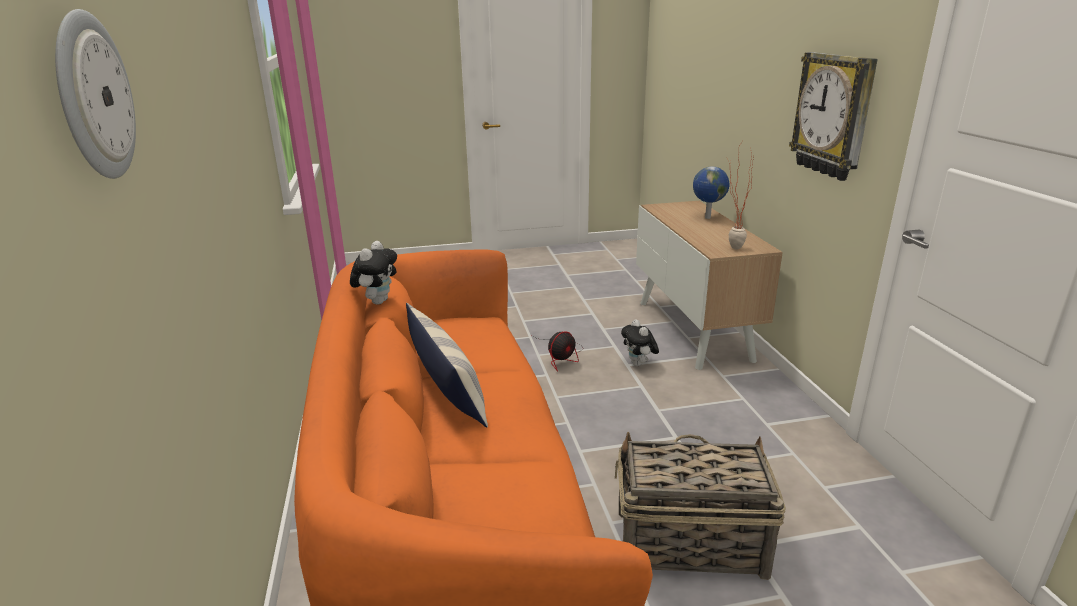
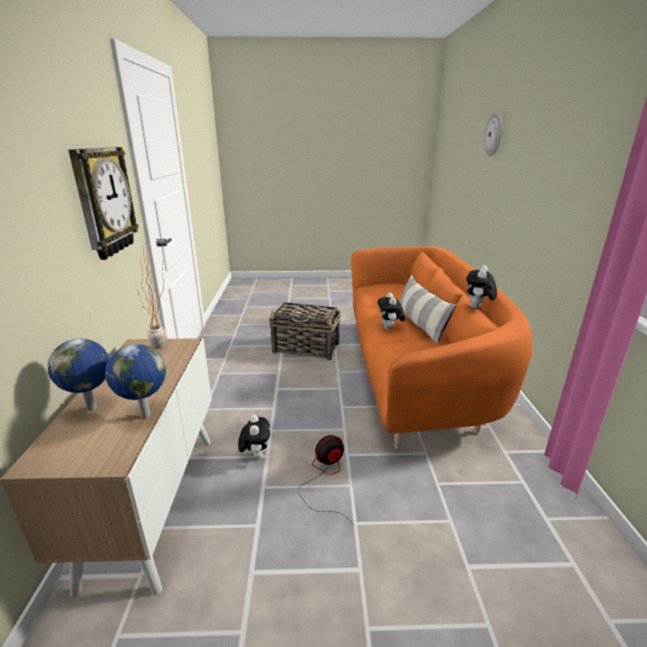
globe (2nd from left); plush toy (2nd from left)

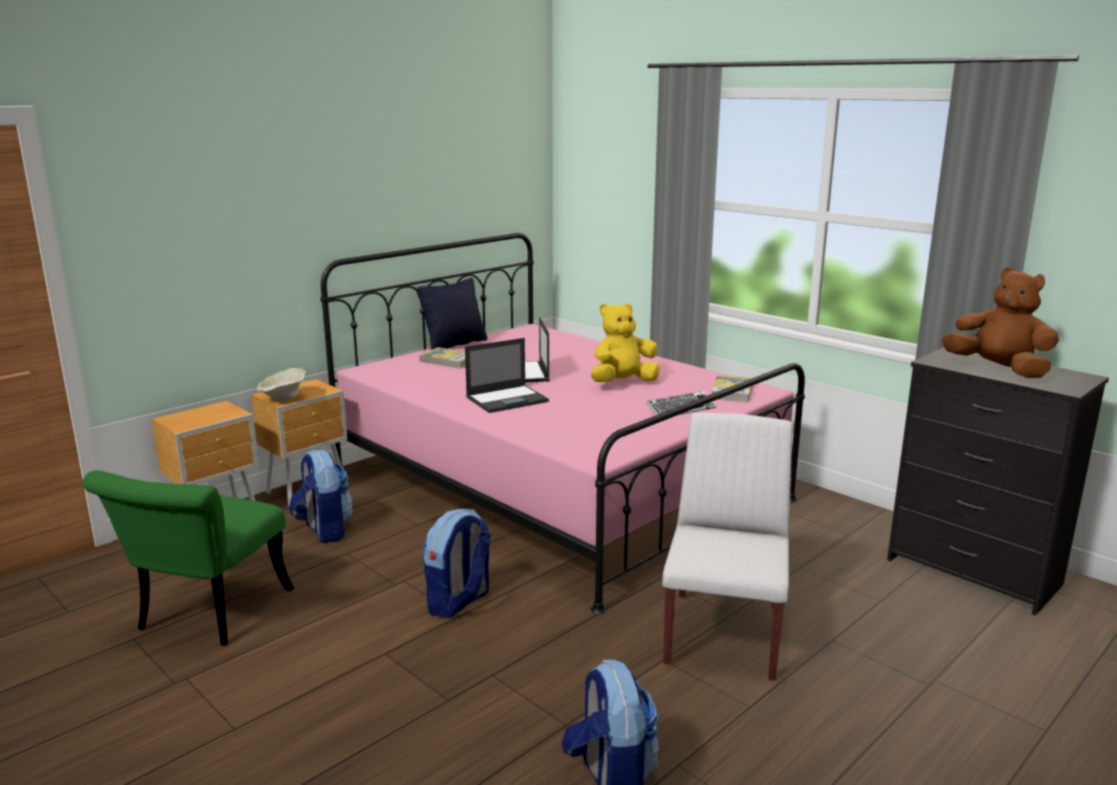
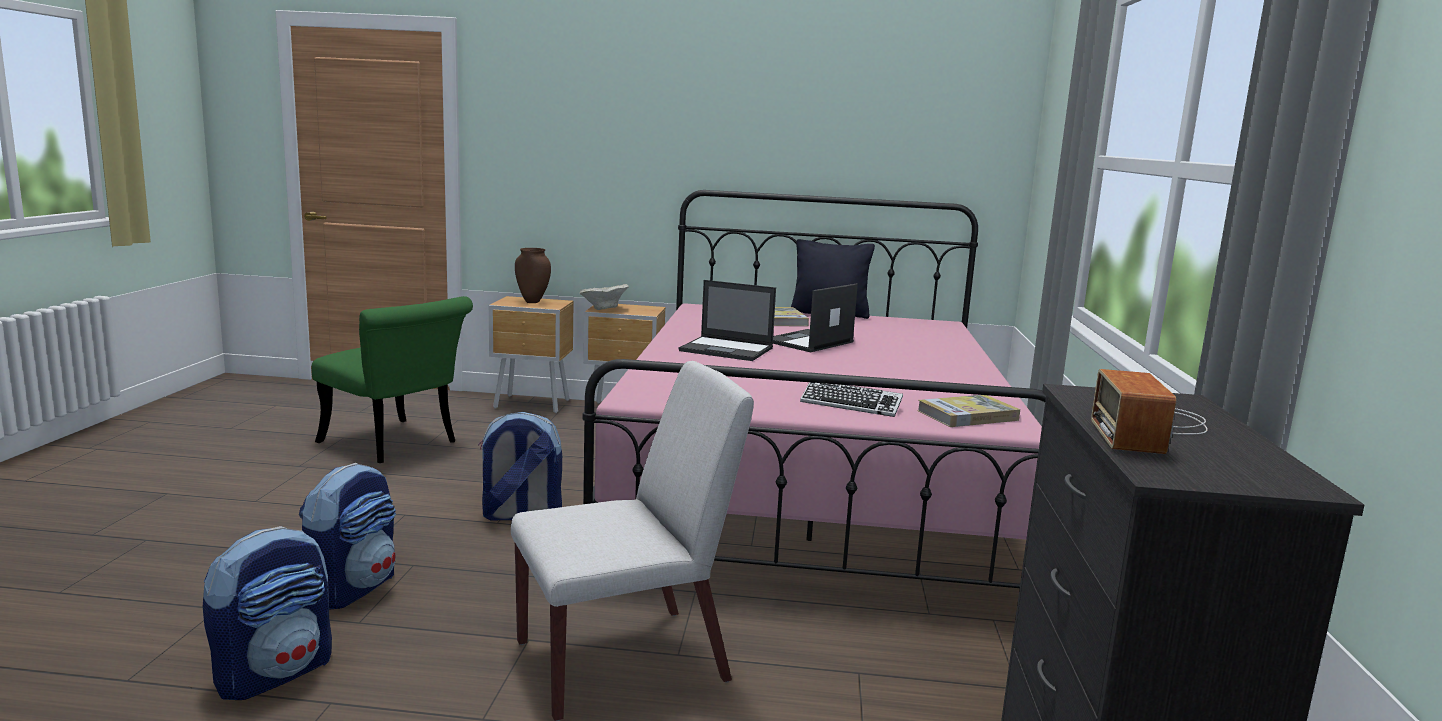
chair (green); backpack (2nd from left); plush toy (yellow); radio; vase (brown)

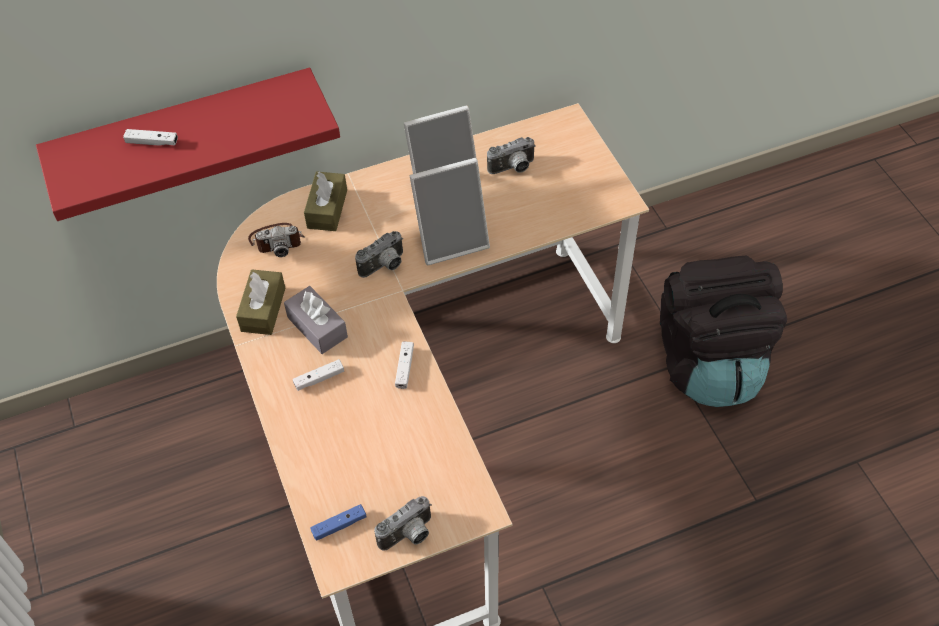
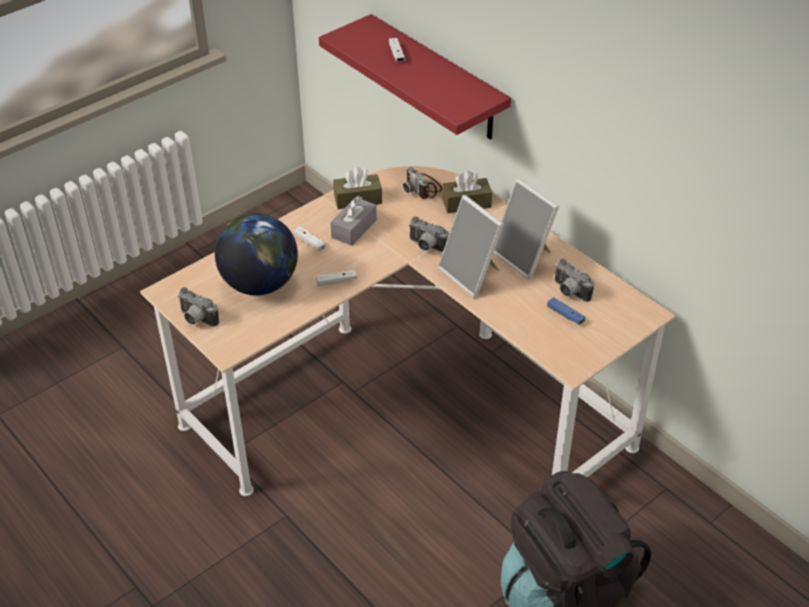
game controller (blue); globe

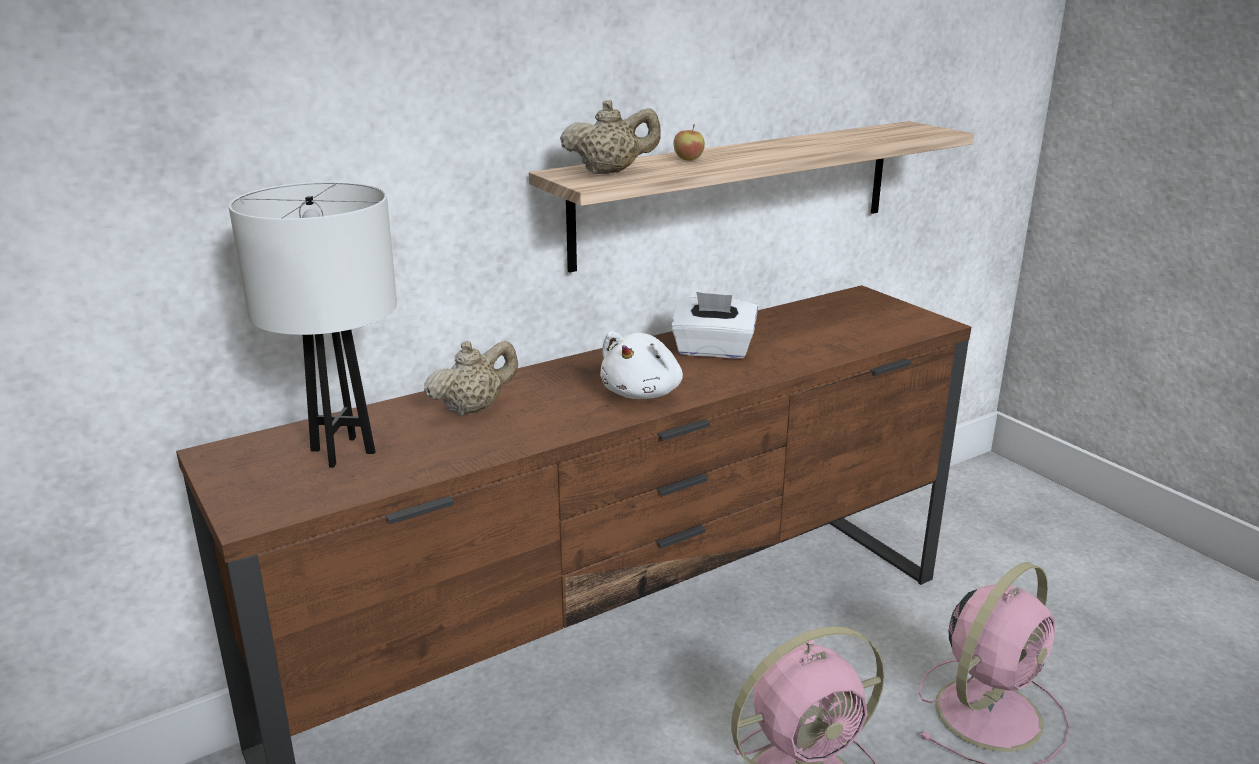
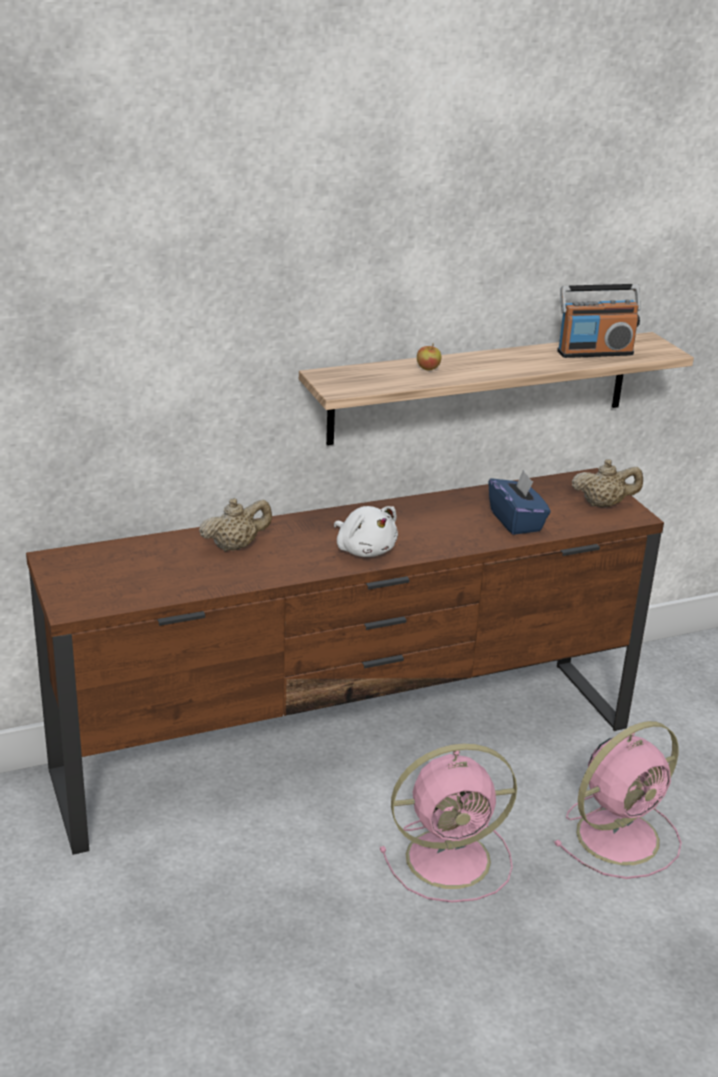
table lamp (white); teapot (beige) (2nd from left); plush toy (white); tissue box (white); tissue box (blue); radio

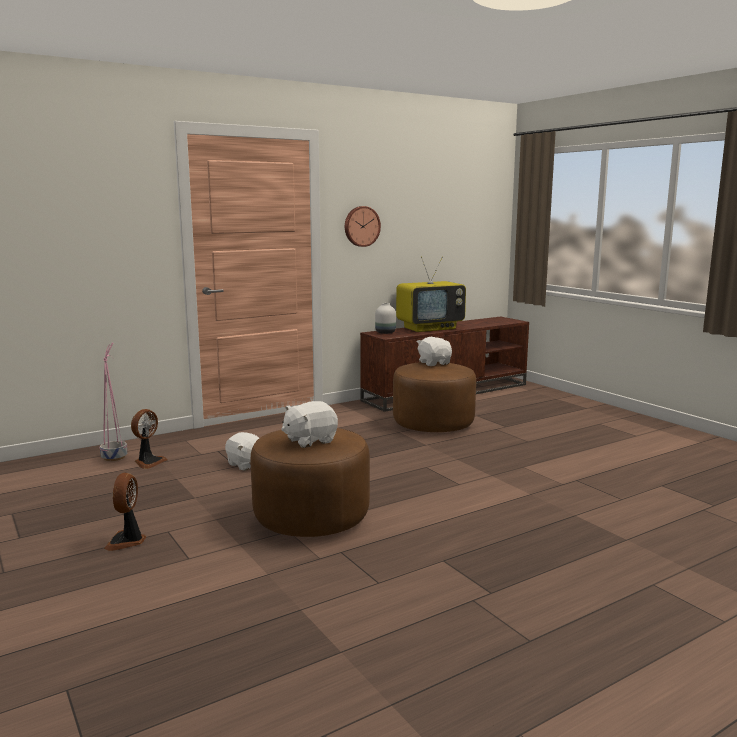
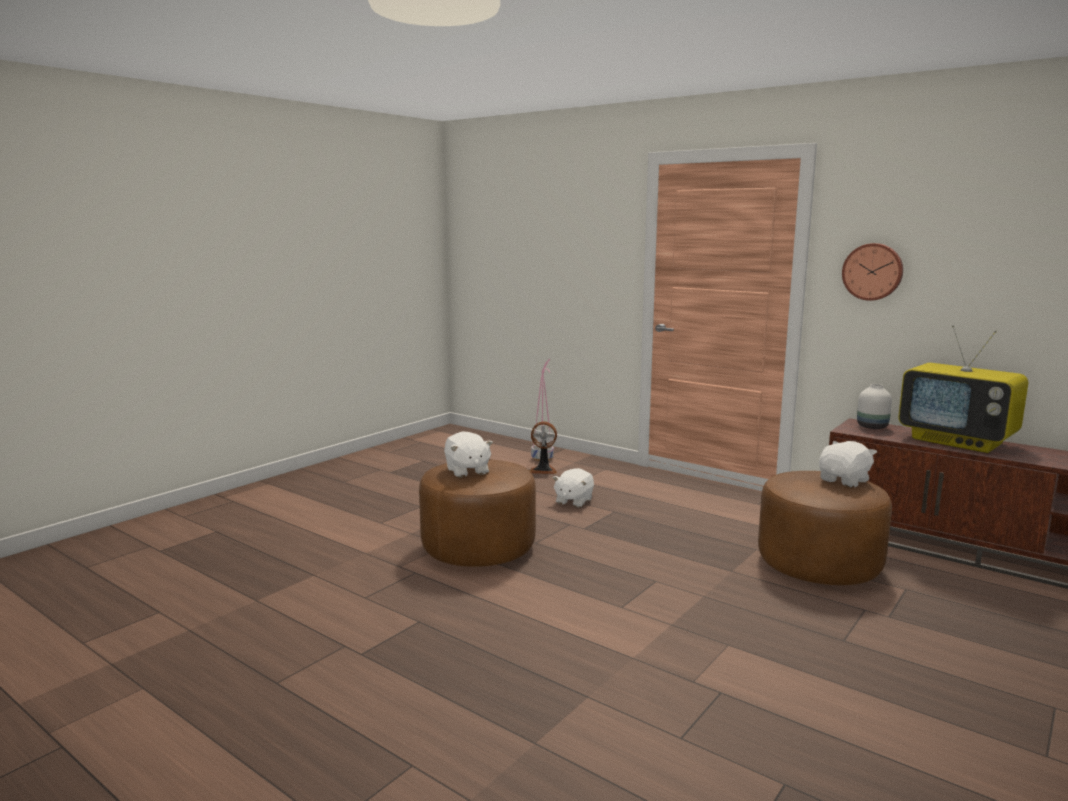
fan (1st from left in the first image); plush toy (white) (1st from left)

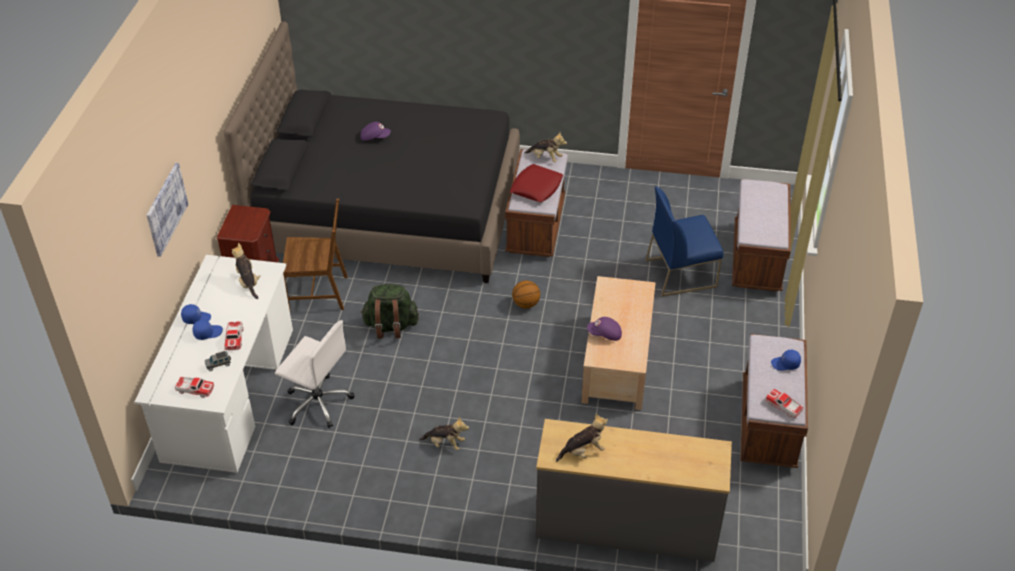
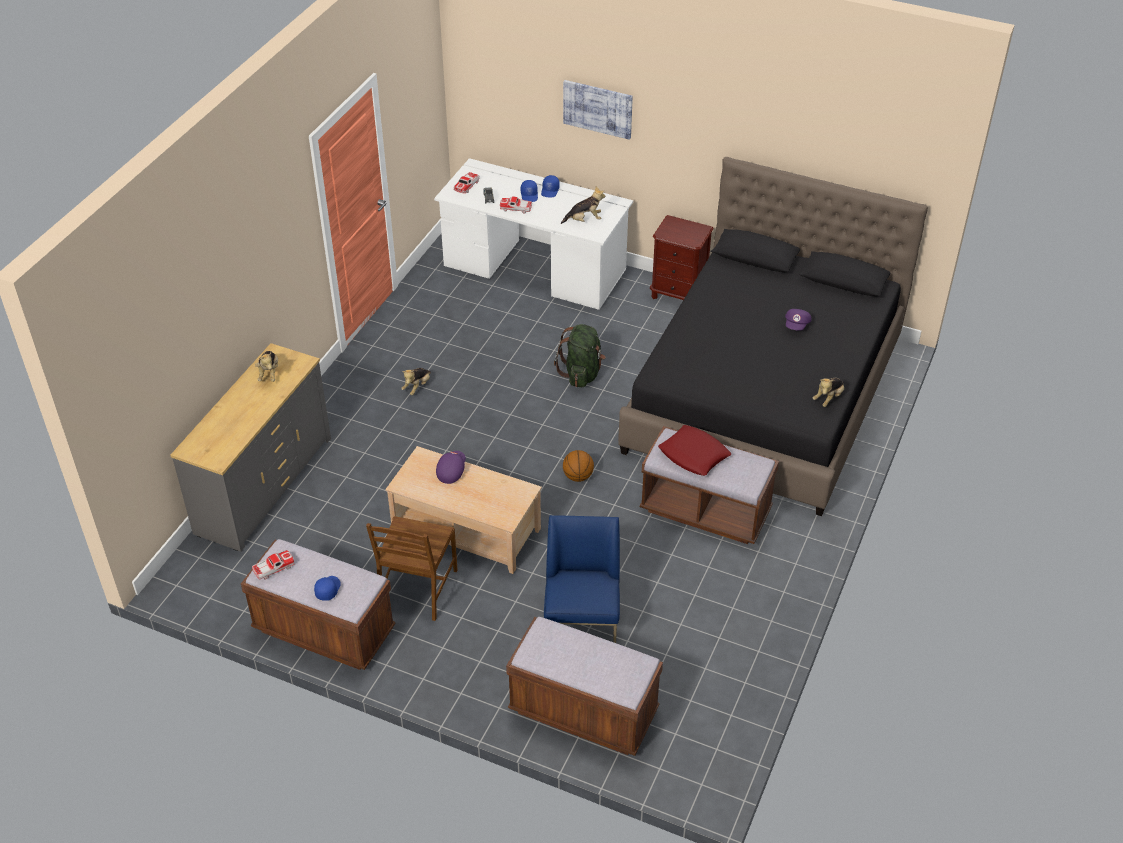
office chair (white); chair (brown); plush toy (4th from left)

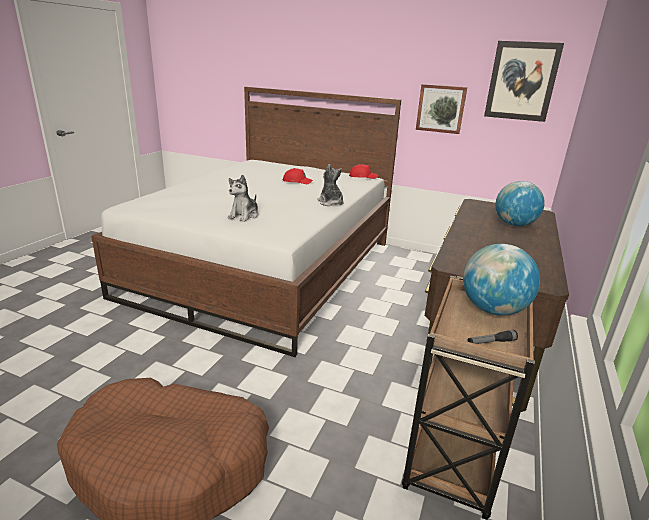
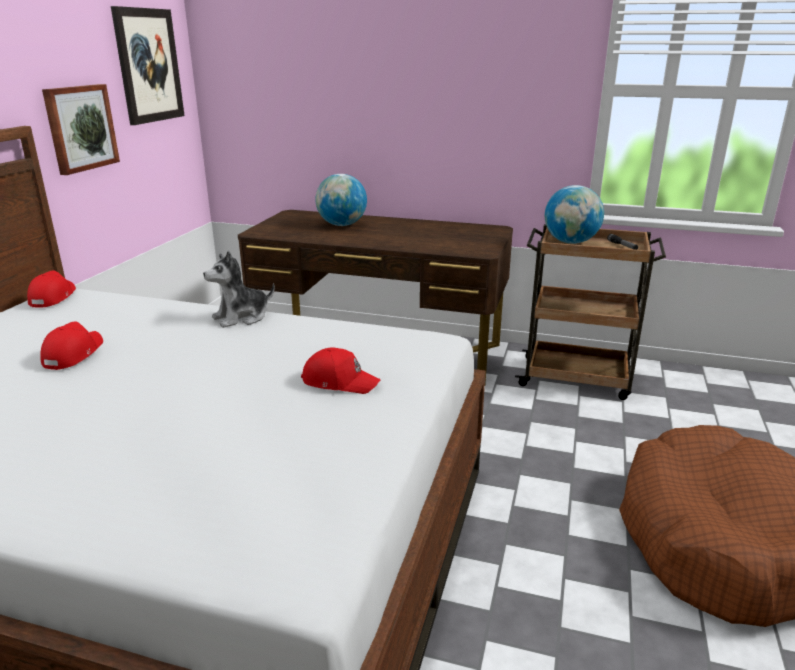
cap (red) (3rd from left)

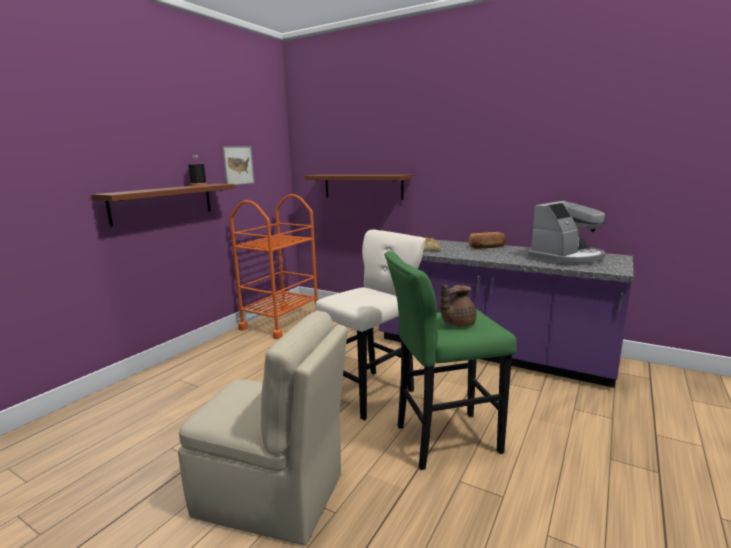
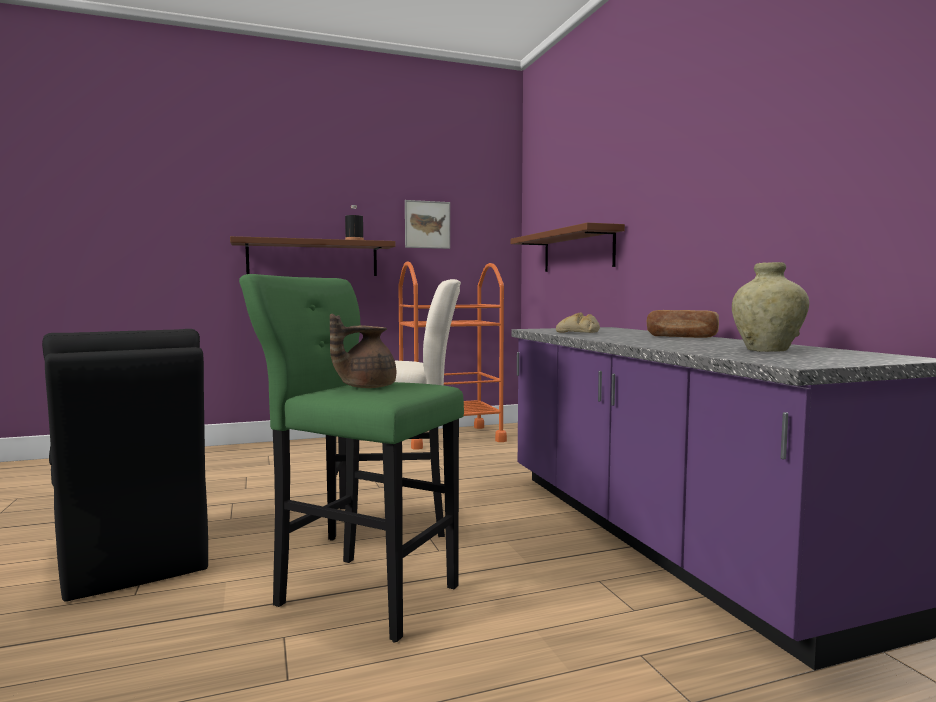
chair (black); teapot (brown); vase (beige)

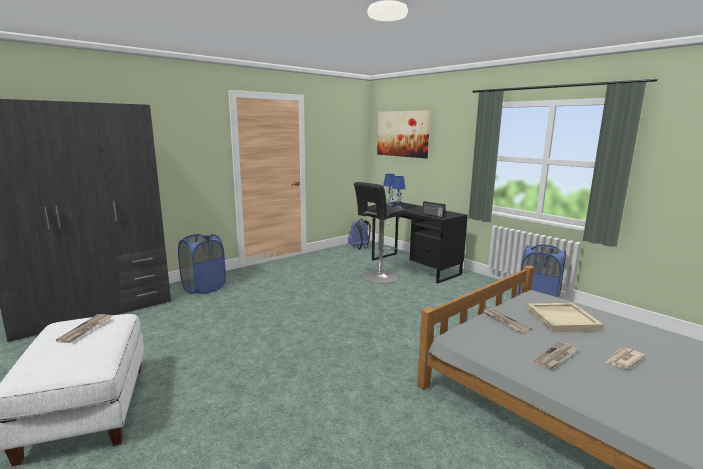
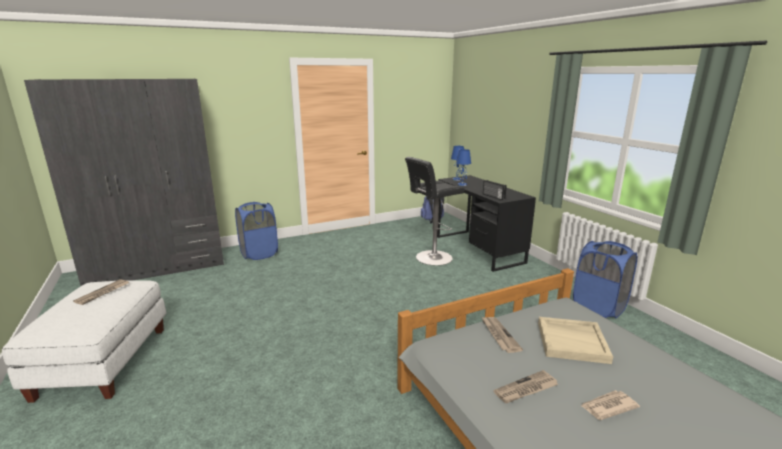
picture

